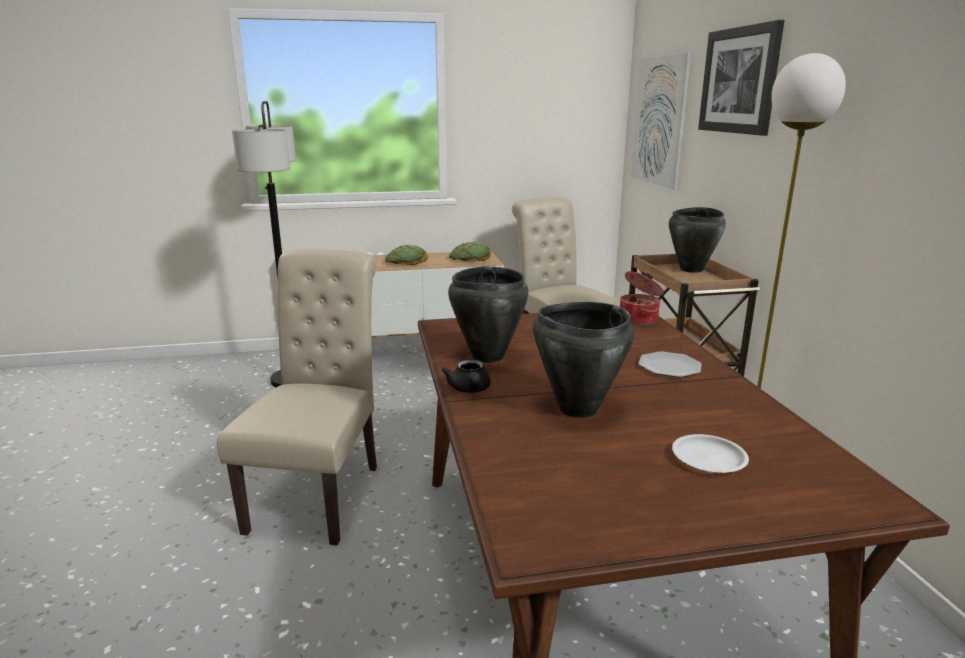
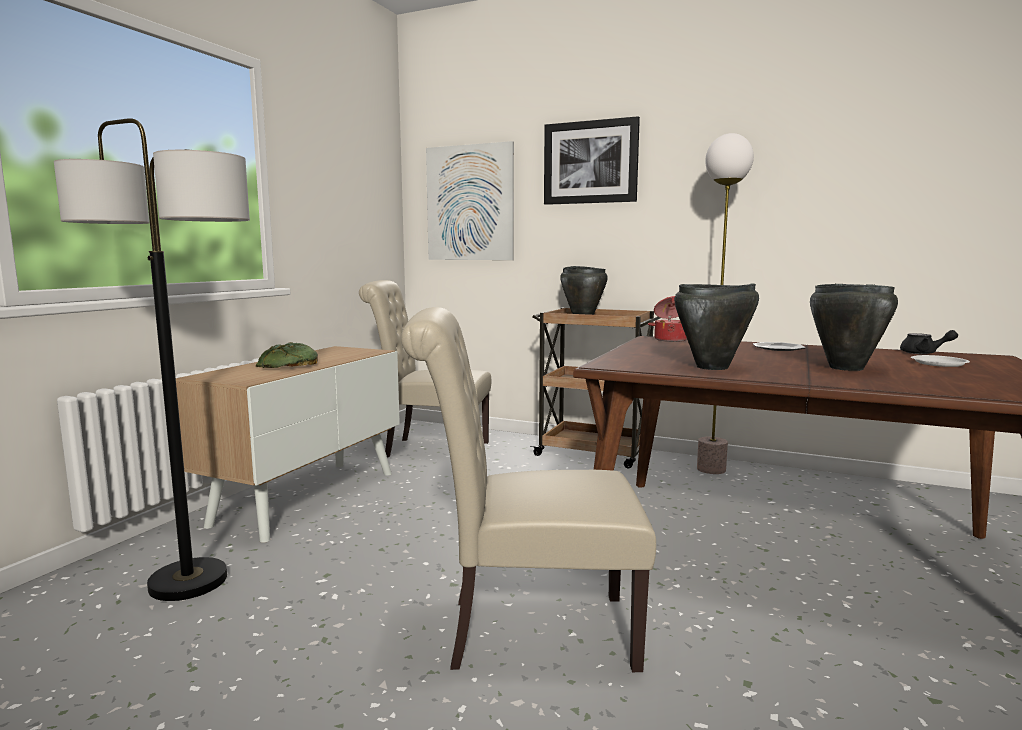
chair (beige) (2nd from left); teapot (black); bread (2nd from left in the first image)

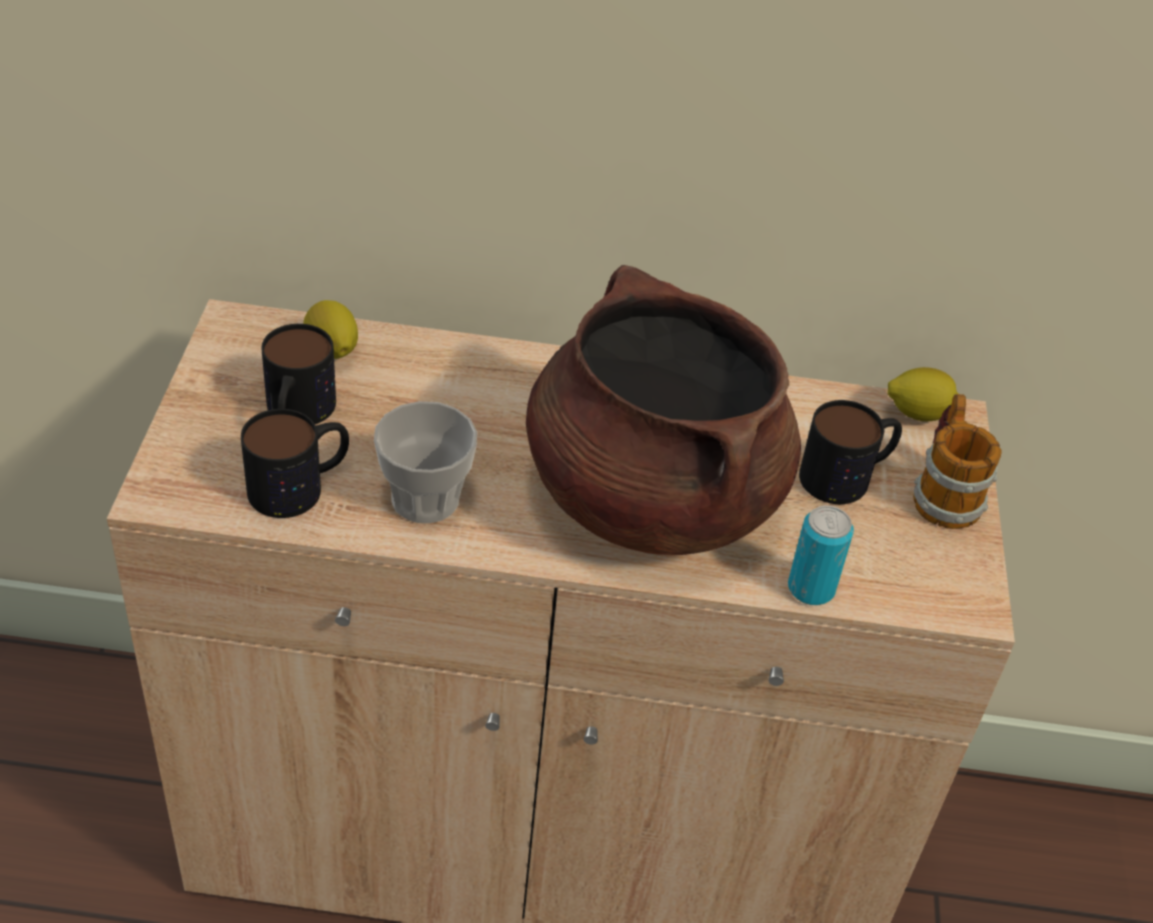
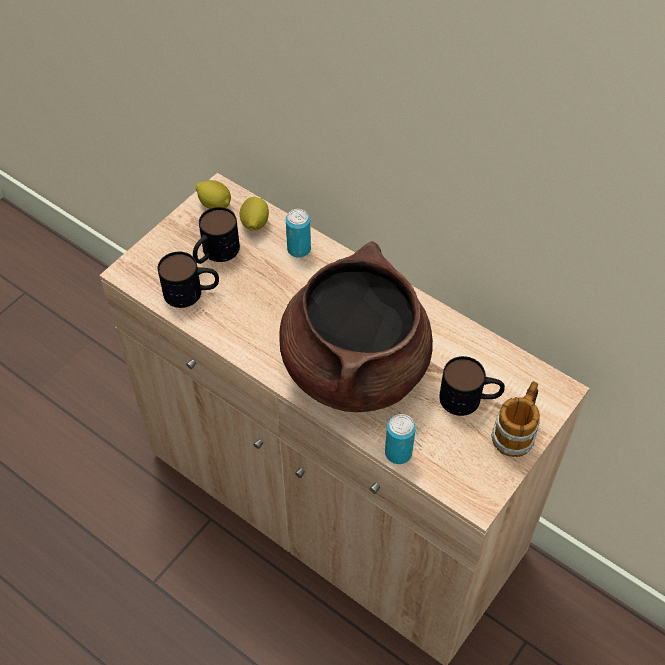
cup; lemon (1st from left); can (1st from left)

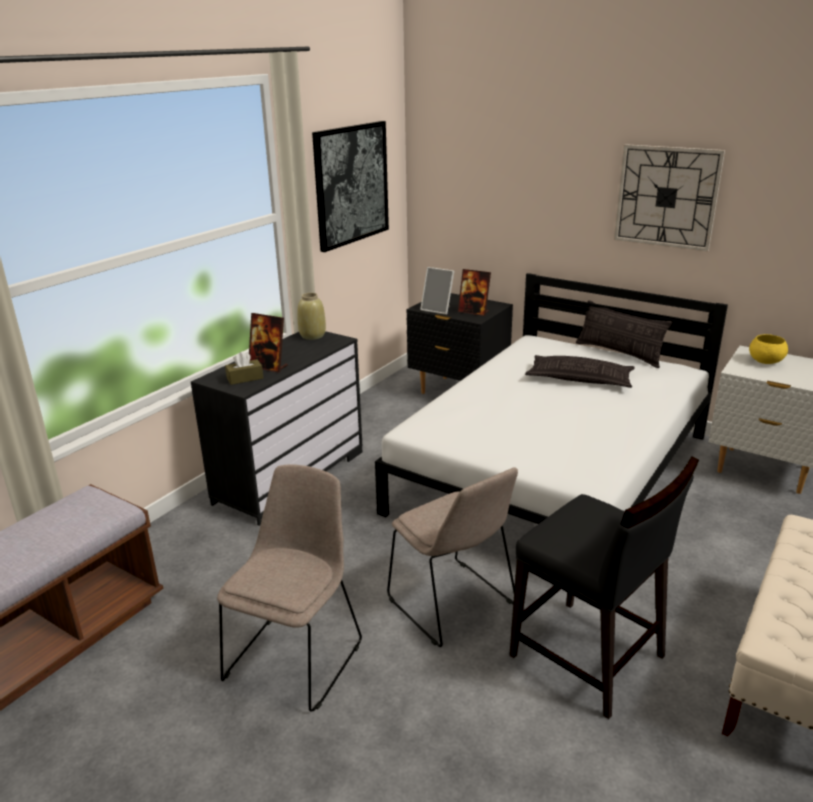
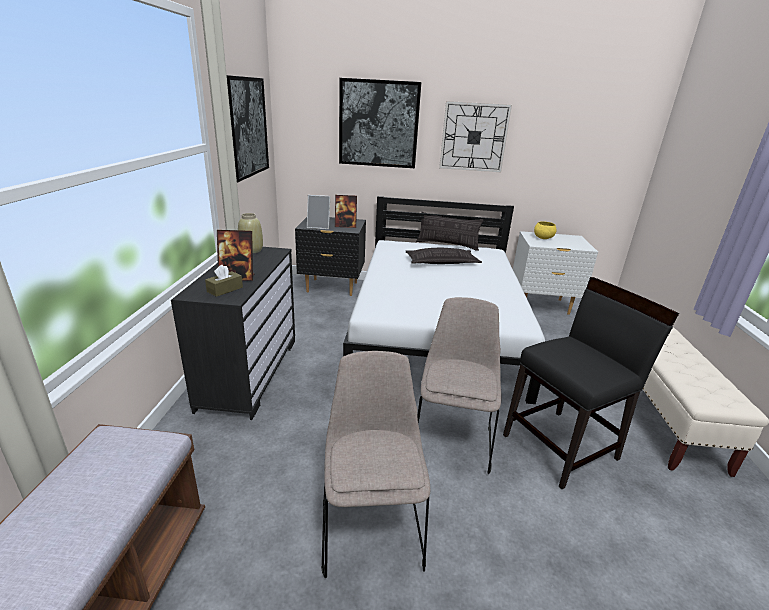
chair (beige) (2nd from left); chair (black); picture (2nd from left)

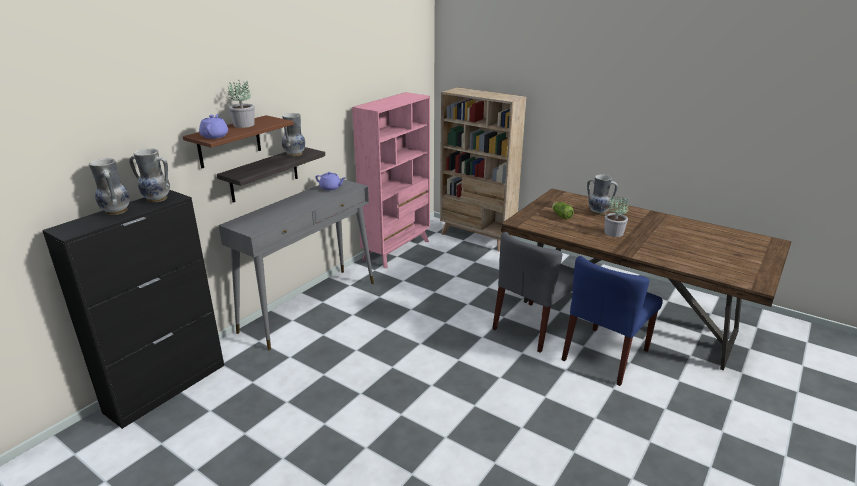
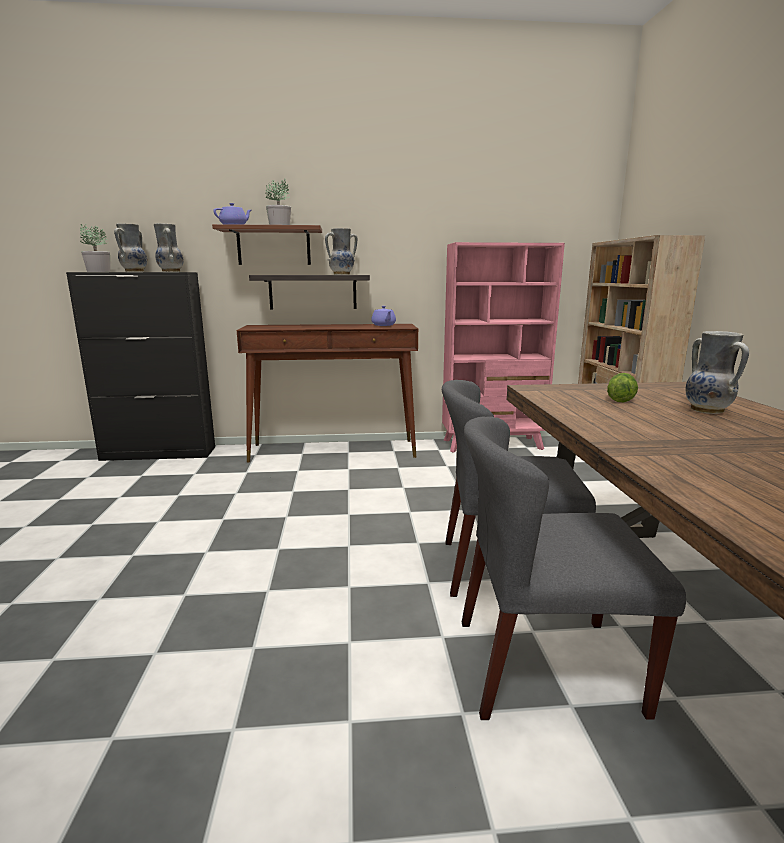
console table (brown); chair (grey) (2nd from left); potted plant (1st from left)

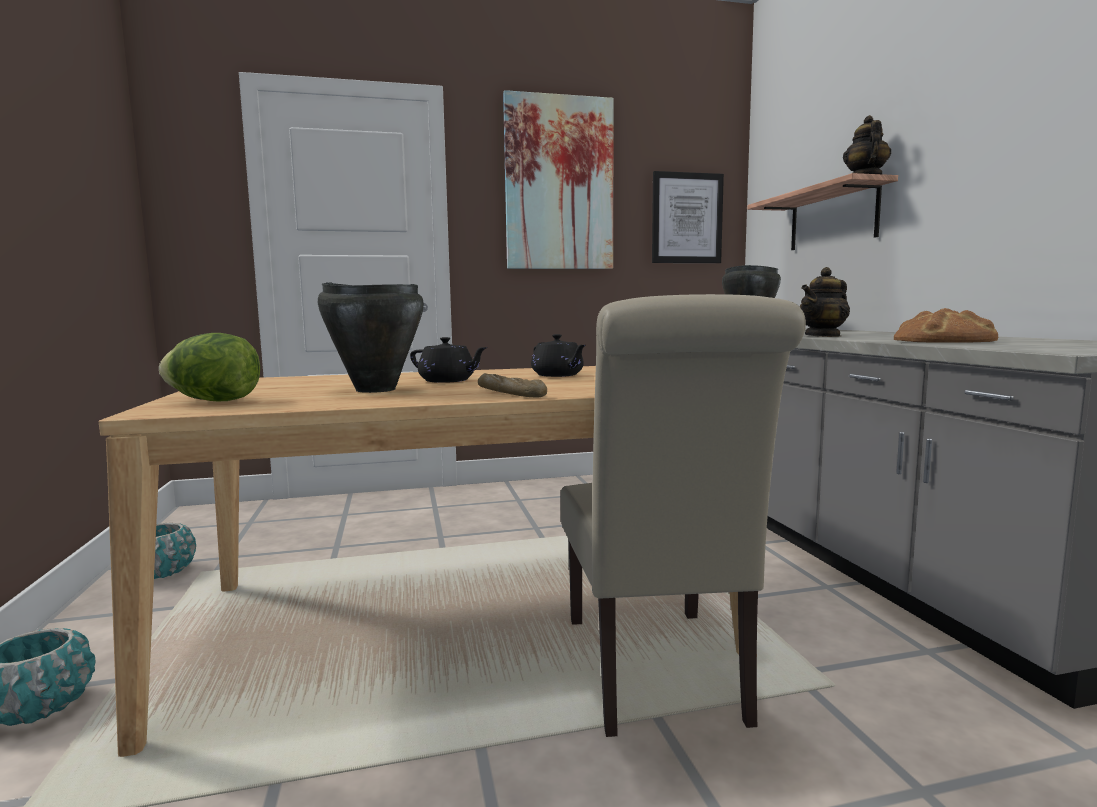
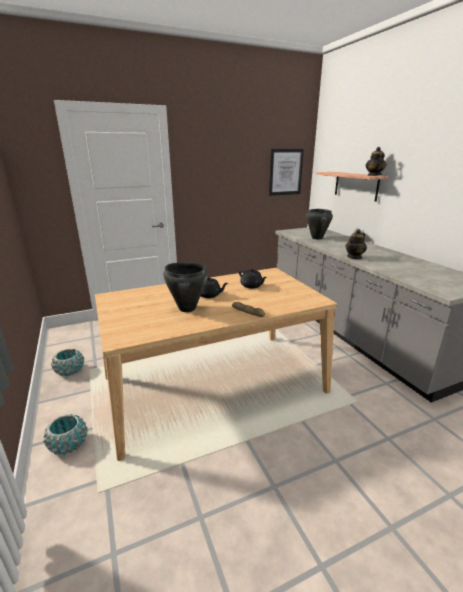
lettuce; picture (1st from left in the first image); chair (beige); bread (2nd from left in the first image)

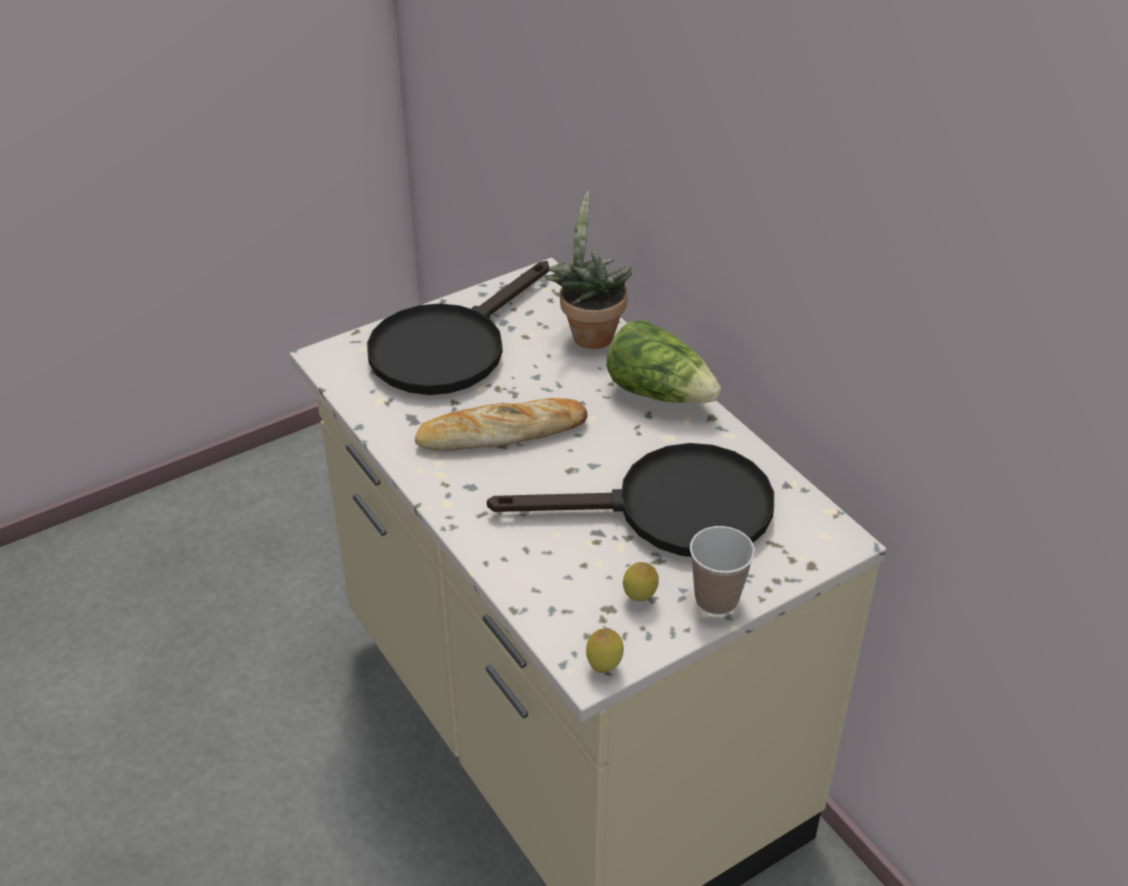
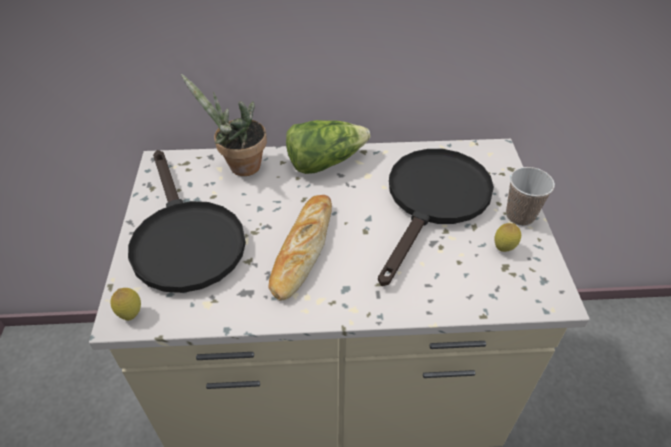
lemon (1st from left)

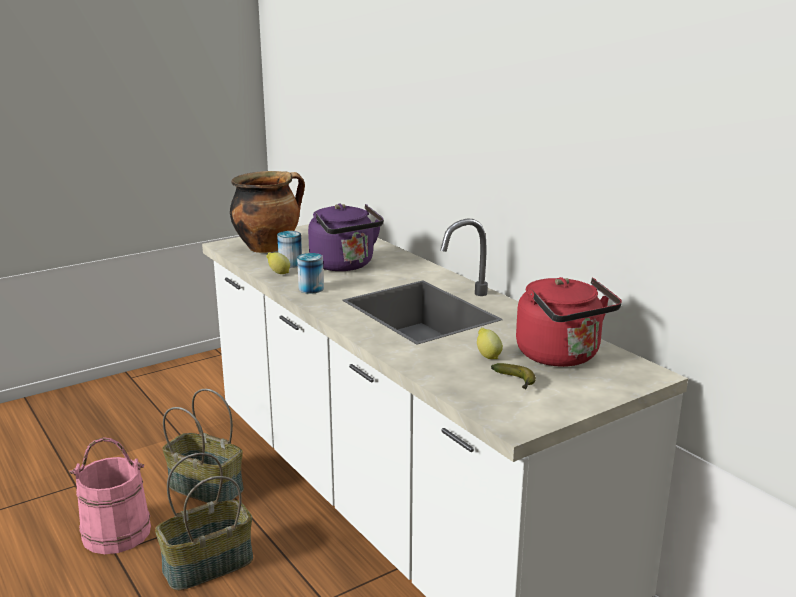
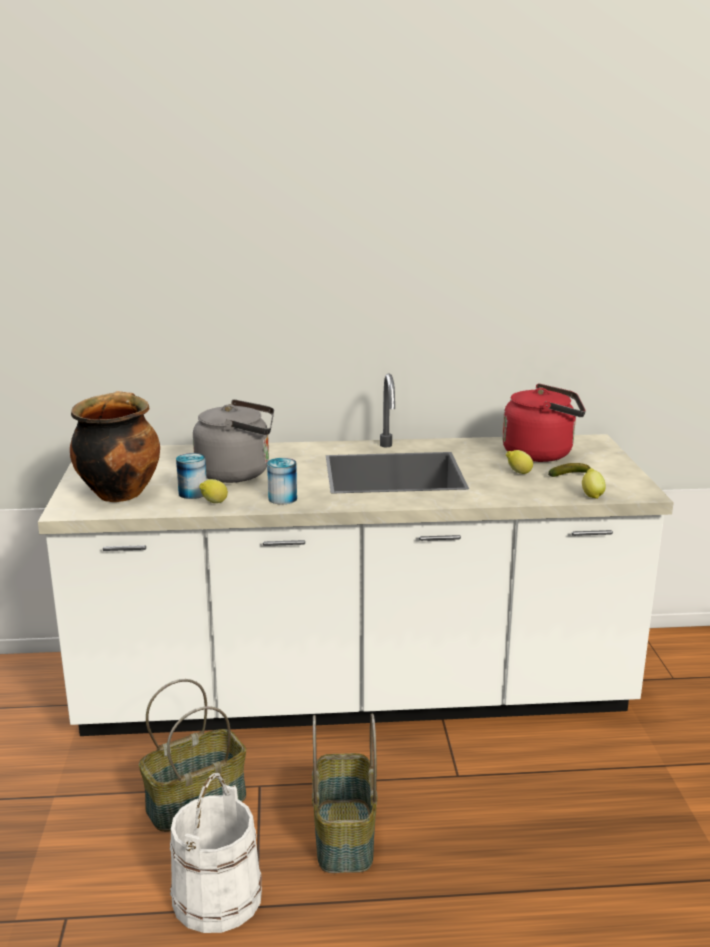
bucket (white); kettle (grey); lemon (3rd from left)

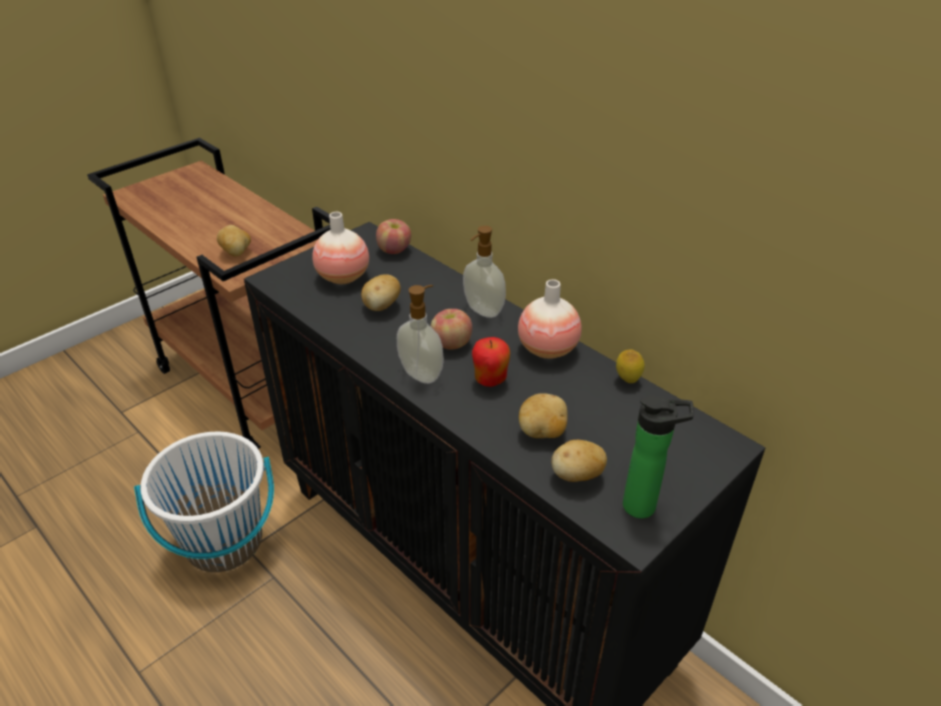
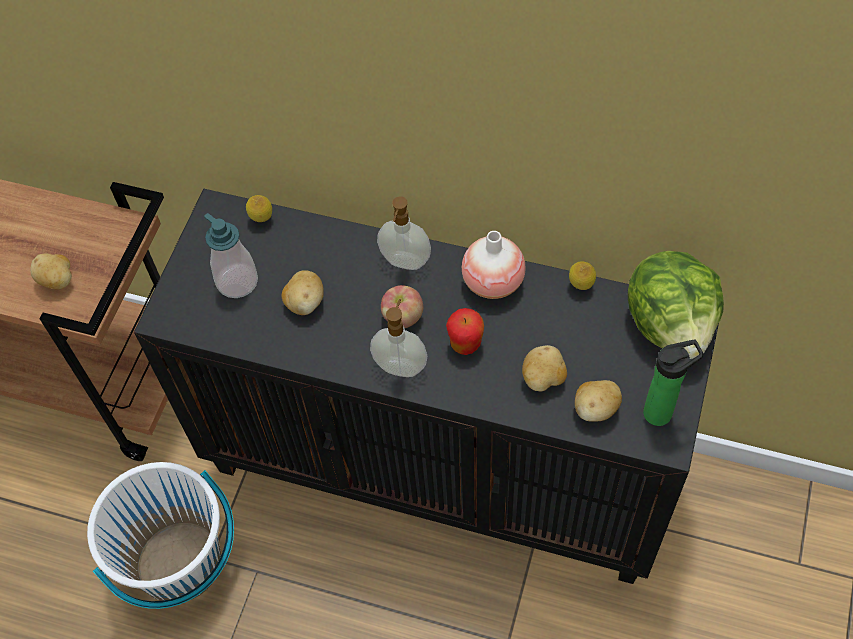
soap dispenser (1st from left); lemon (1st from left); lettuce

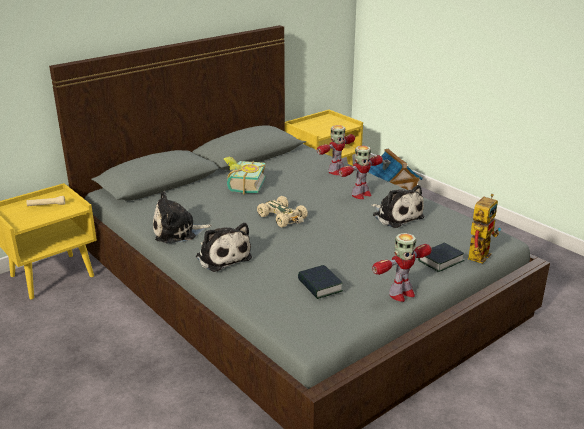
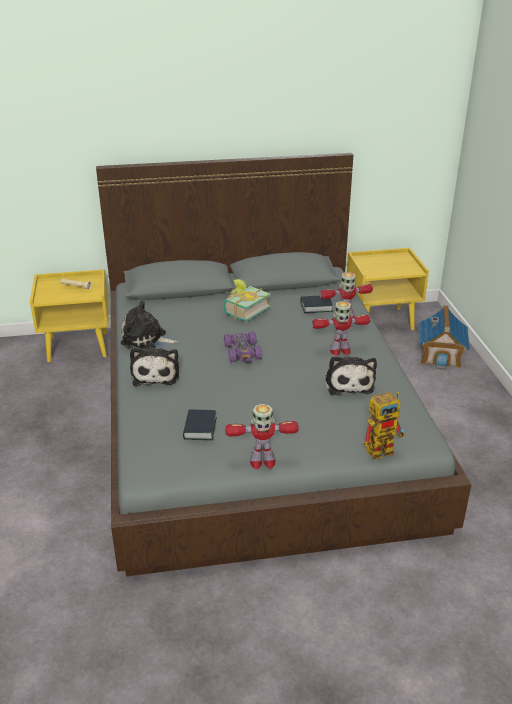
toy car (purple); book (3rd from left)

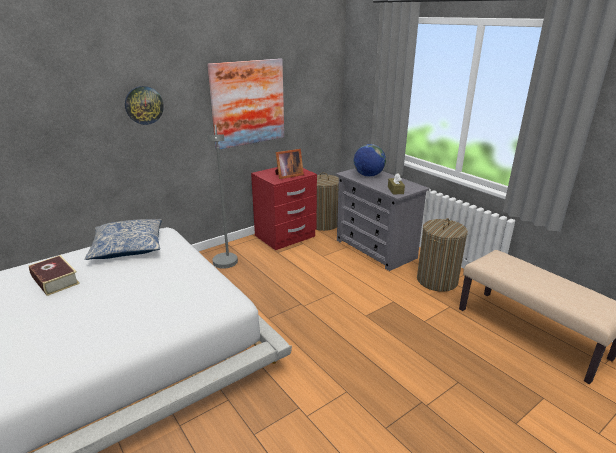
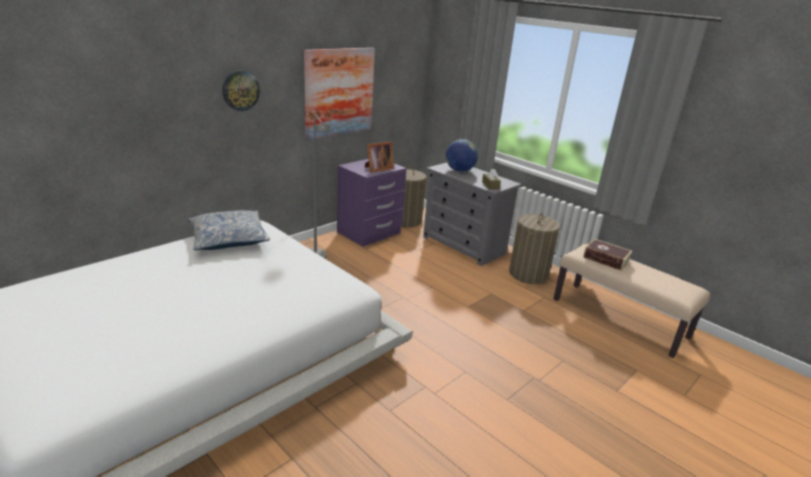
book; nightstand (purple)

